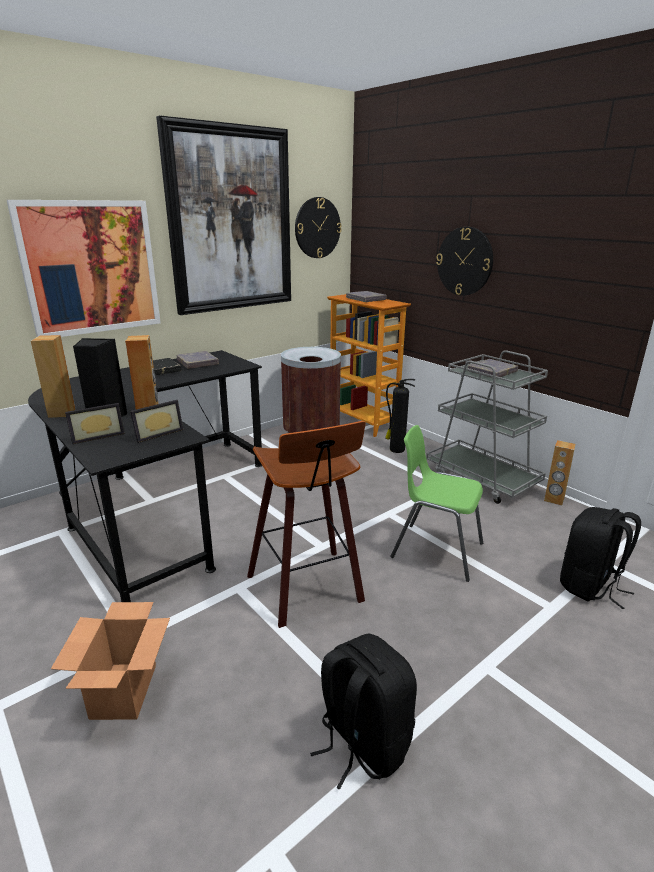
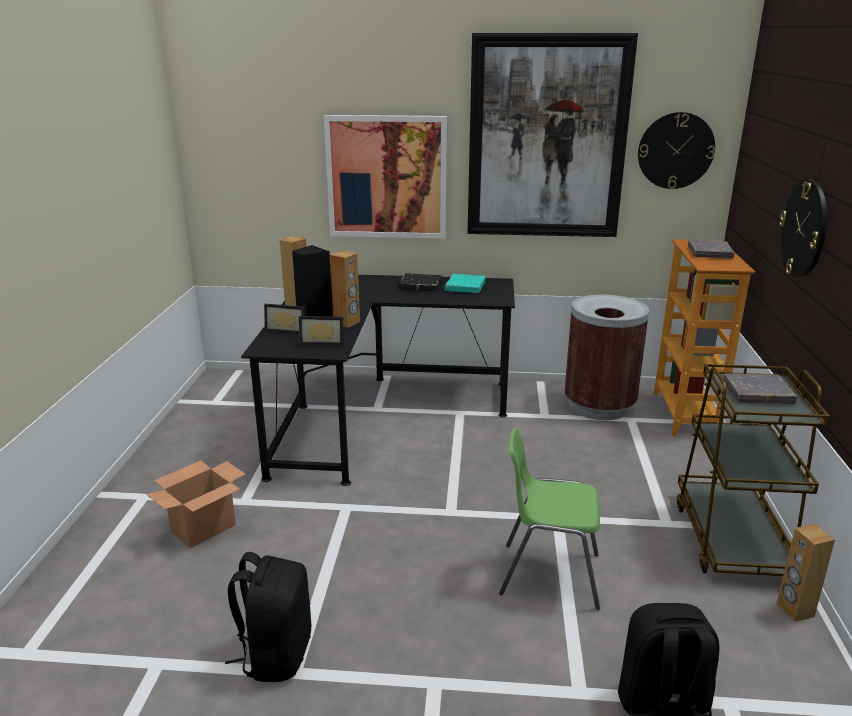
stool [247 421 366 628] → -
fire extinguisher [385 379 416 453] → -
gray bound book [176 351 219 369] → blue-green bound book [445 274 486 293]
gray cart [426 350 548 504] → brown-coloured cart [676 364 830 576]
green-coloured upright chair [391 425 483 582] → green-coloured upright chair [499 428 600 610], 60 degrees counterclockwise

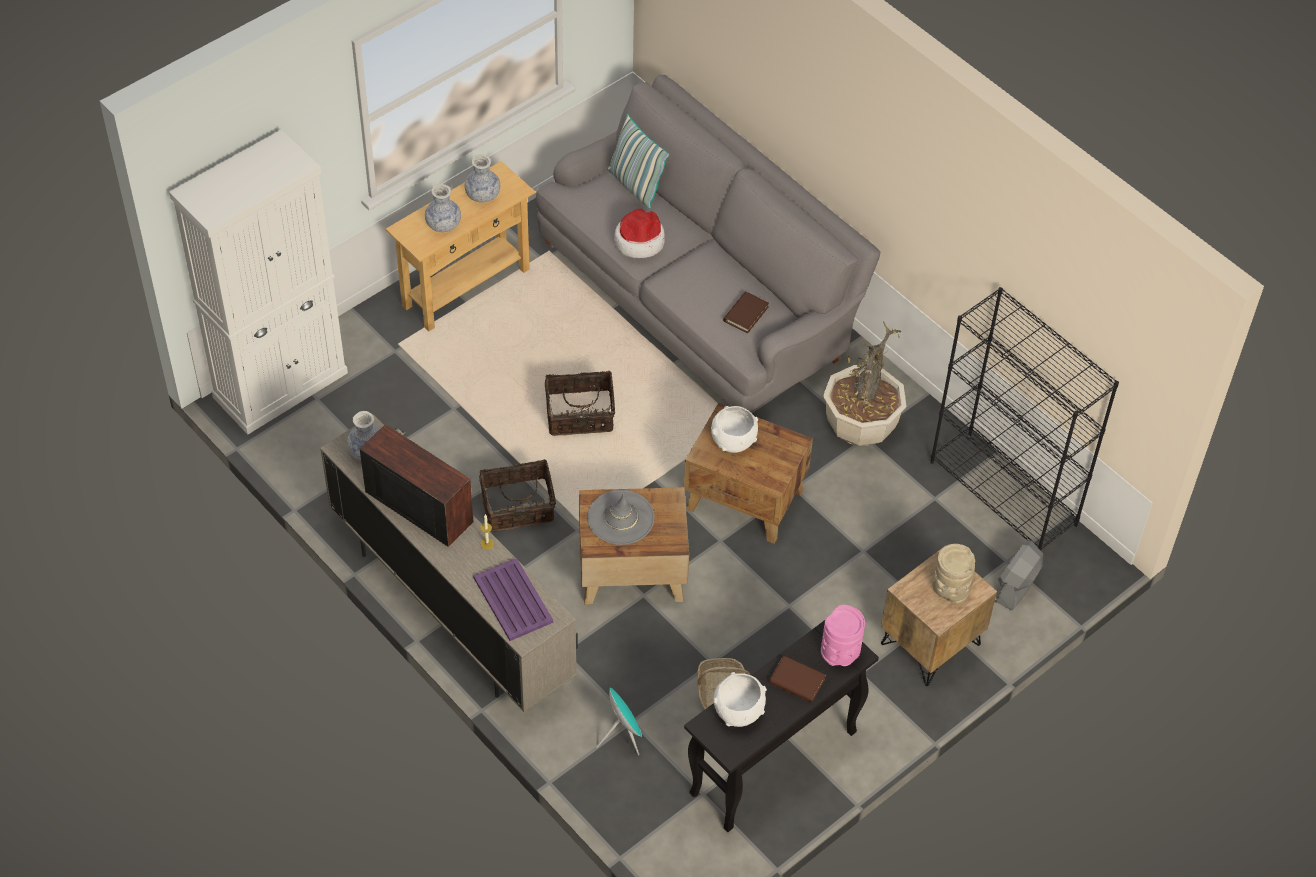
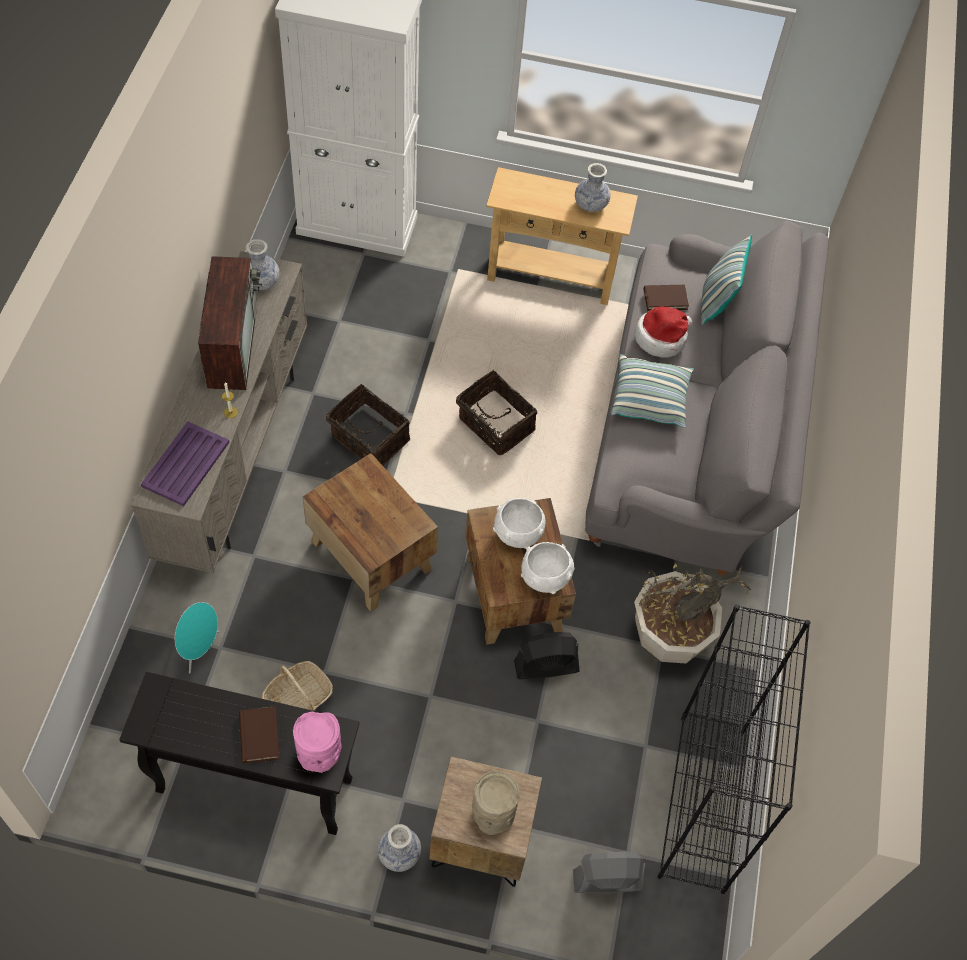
gray hat [587 490 654 545] → -
- → black-coloured cooling fan [514 632 579 679]
- → cushion [611 354 694 428]
flower vase [425 184 461 232] → flower vase [378 824 421 872], shifted
white deep dish [713 672 767 727] → white deep dish [521 542 575 594], shifted
brown-coloured bound book [723 291 769 333] → brown-coloured bound book [644 285 689 311], shifted

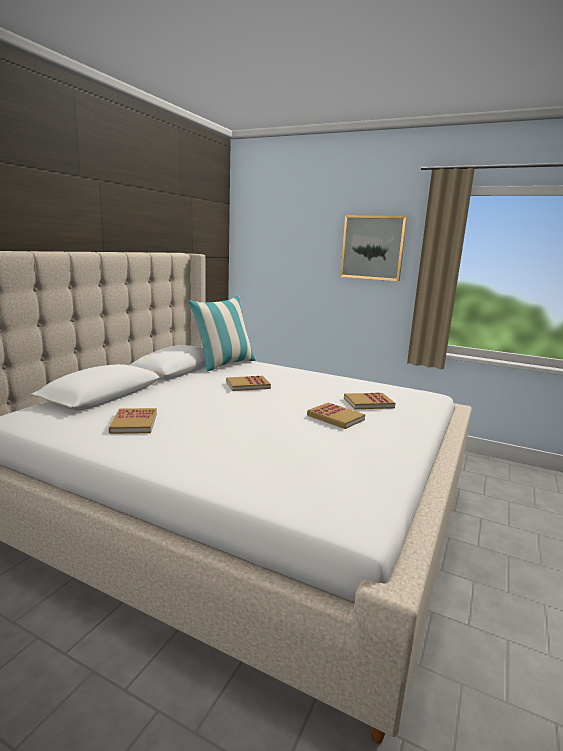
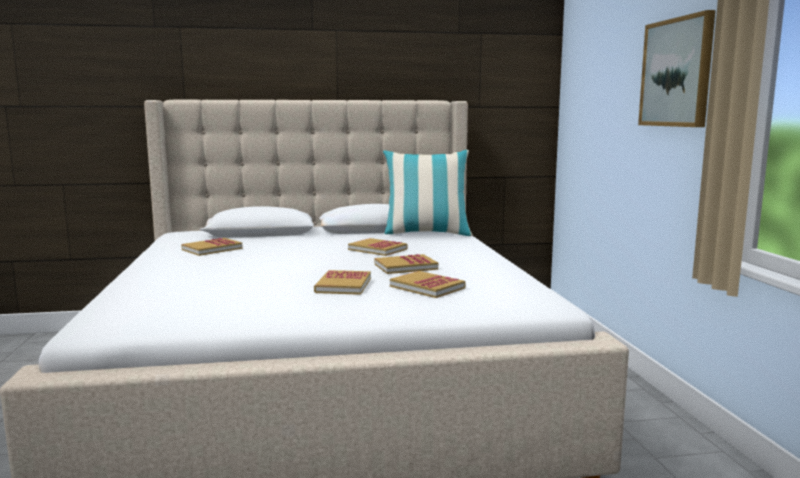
- → bound book [375 254 438 274]

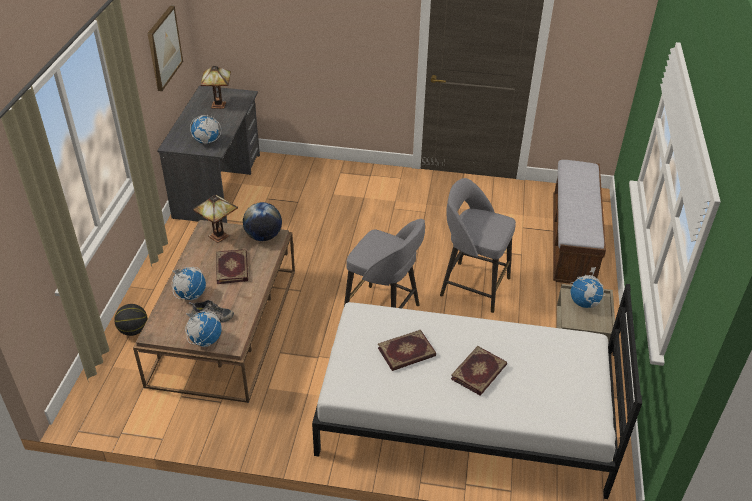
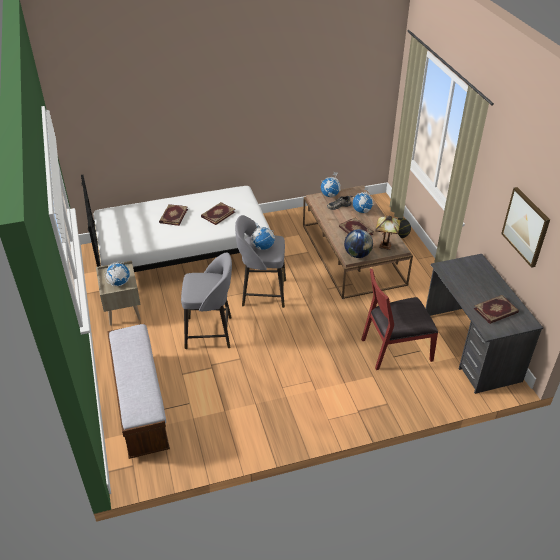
- → red upright chair [361 269 438 370]
world globe [190 115 221 144] → world globe [251 222 275 250], shifted
lamp for a table [200 65 231 109] → bound book [474 295 519 324]

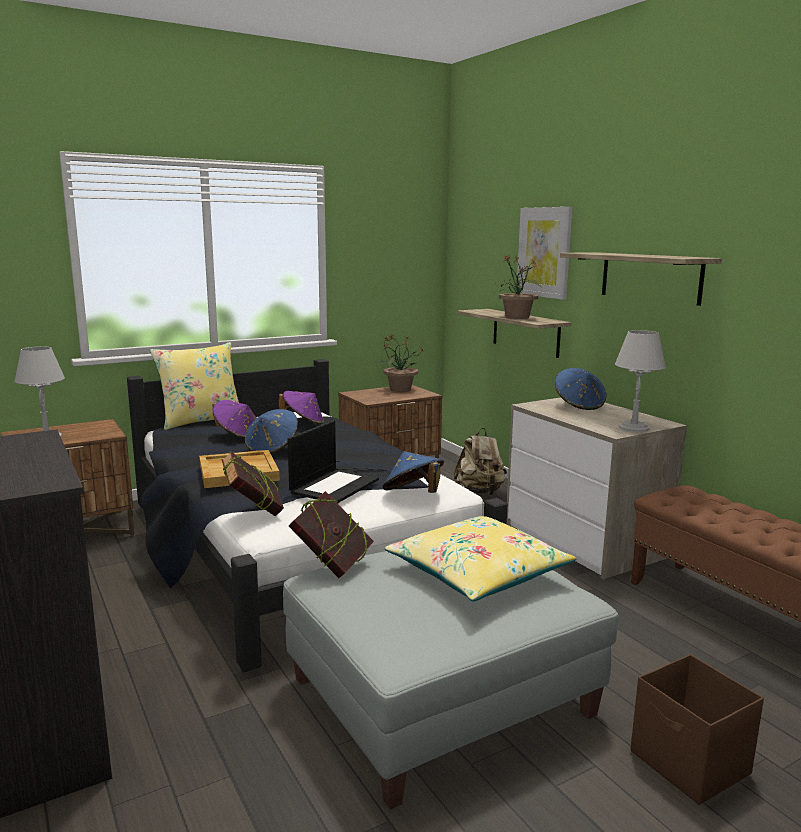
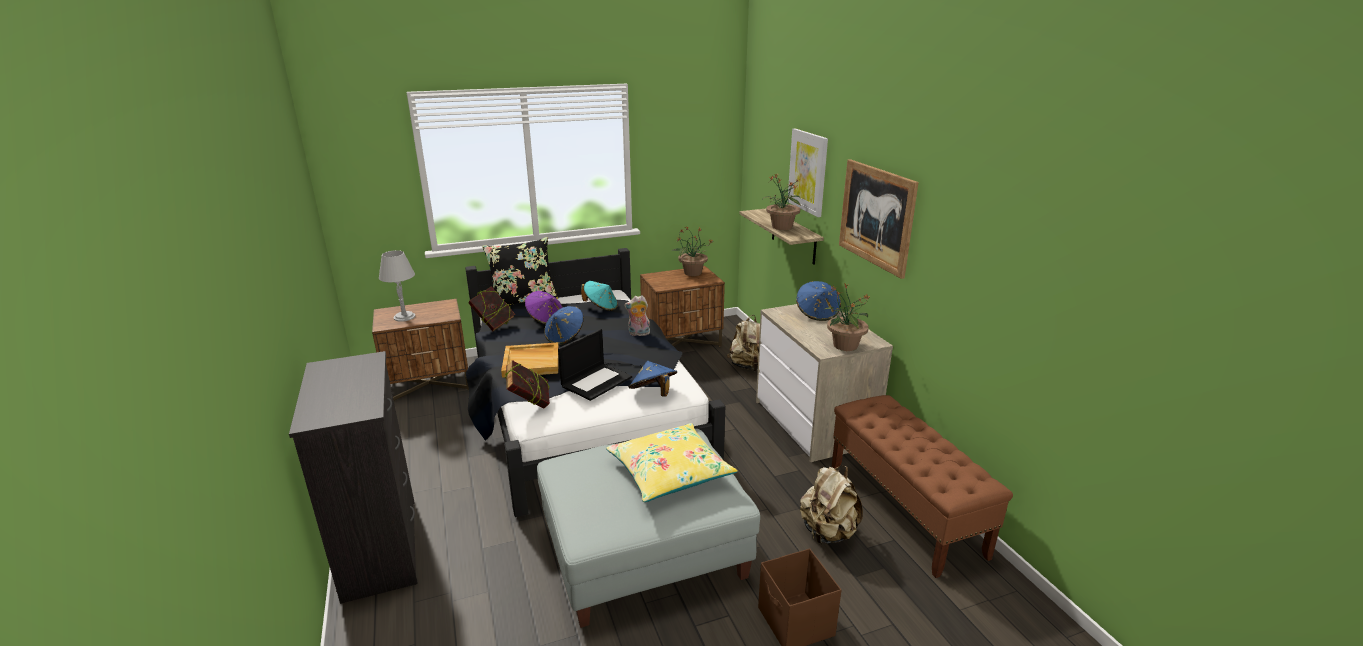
- → plush toy [624 295 651 336]
- → beige-coloured rucksack [800 465 863 544]
bound book [289 491 374 578] → bound book [468 287 515 331], shifted
wall shelf [560 252 722 306] → picture [839 159 919 279]
gray lamp for a table [615 330 666 432] → potted plant [824 282 870 351]
yellowish cushion [150 342 239 430] → black-coloured cushion [482 237 558 305]
purplish hat [279 391 324 425] → blue-green hat [581 281 618 311]

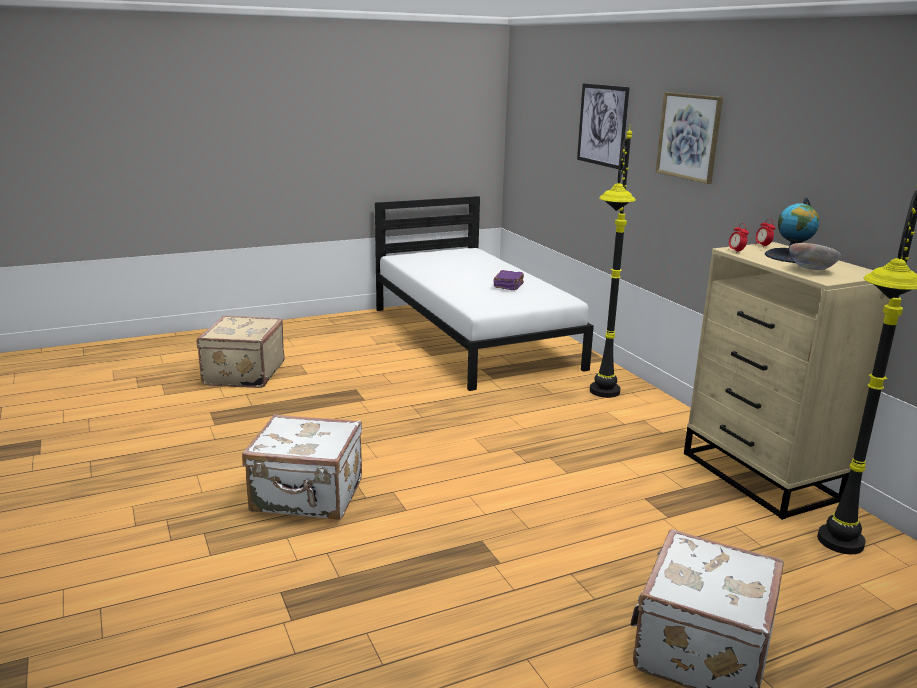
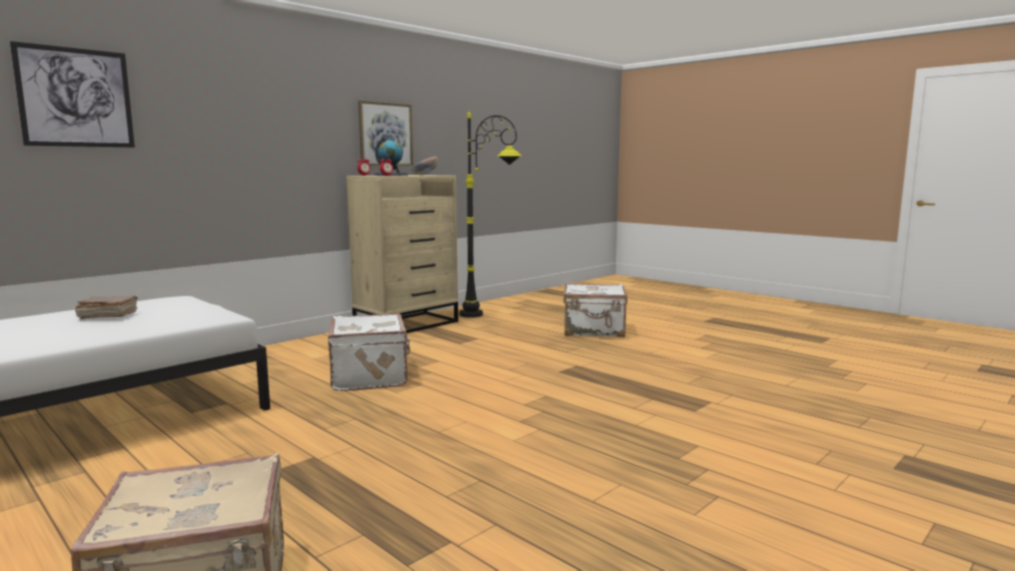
black-coloured standing lamp [590 124 636 398] → -
white travel case [242 414 362 520] → white travel case [328 313 410 391], shifted
picture [656 92 723 184] → picture [358 101 413 166], shifted
purplish bound book [493 270 524 290] → brown-coloured bound book [75 295 138 319]

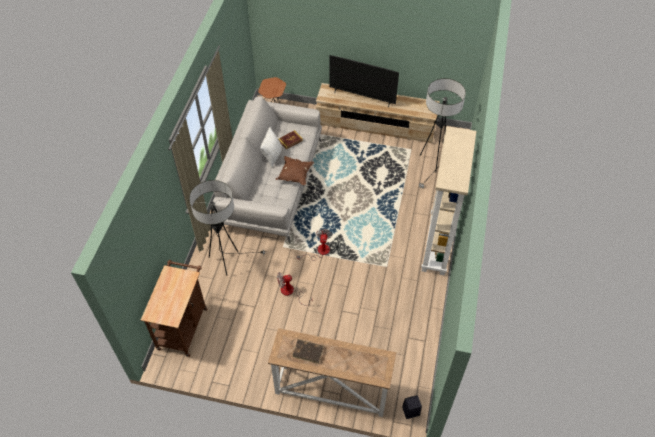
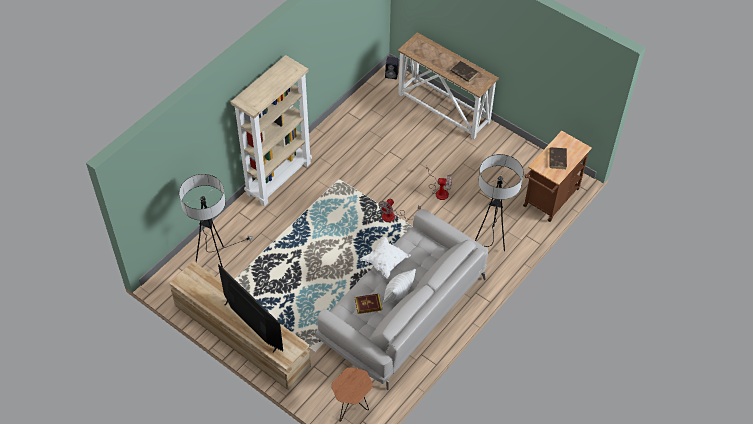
- → brown-coloured bound book [549 147 567 169]
brown-coloured cushion [276 156 314 185] → white cushion [360 237 411 279]

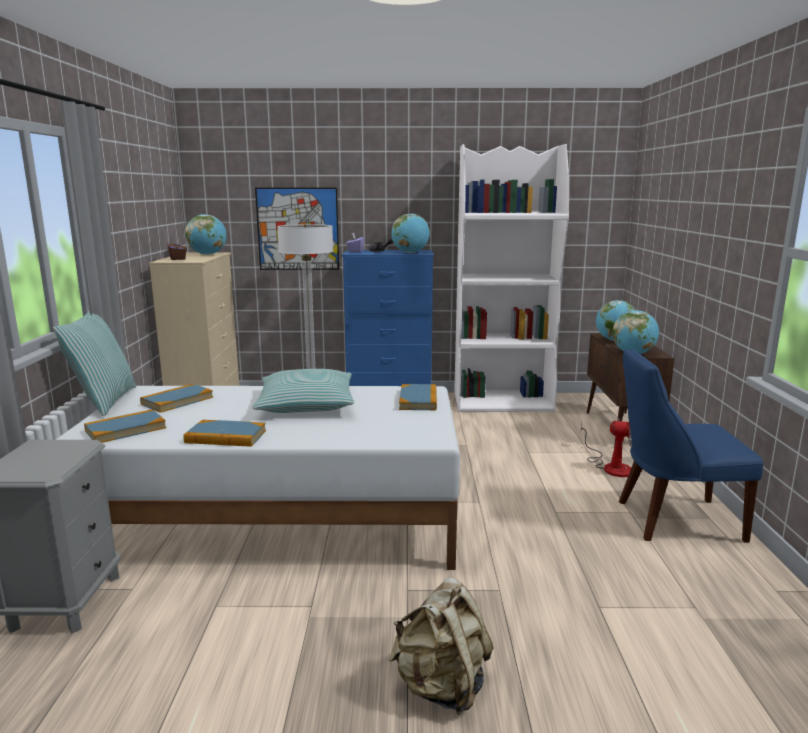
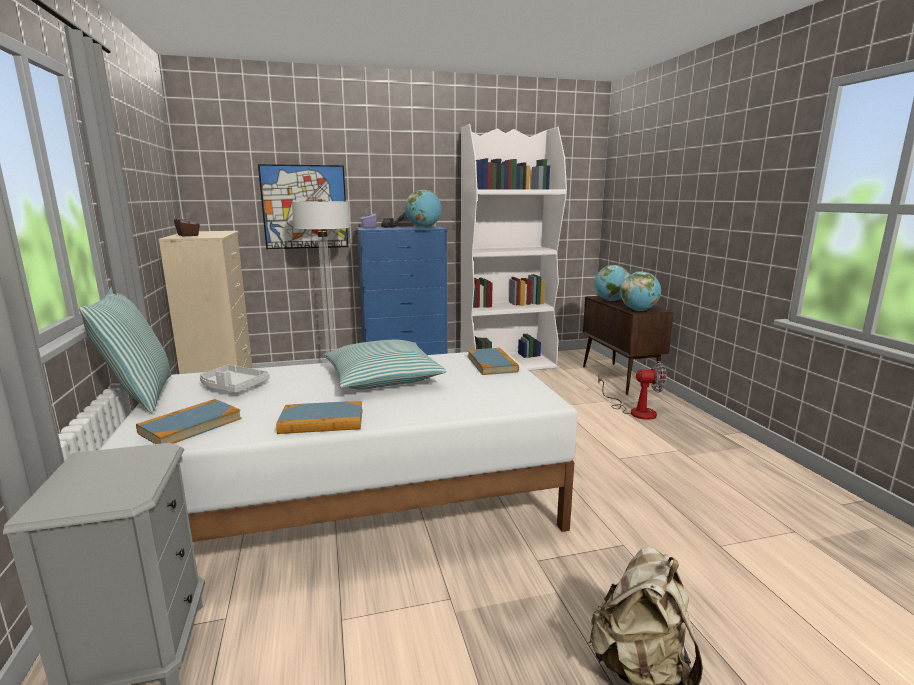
world globe [185 214 227 255] → -
blue upright chair [619 349 764 543] → -
bound book [140 384 213 413] → gray serving tray [200 365 270 393]

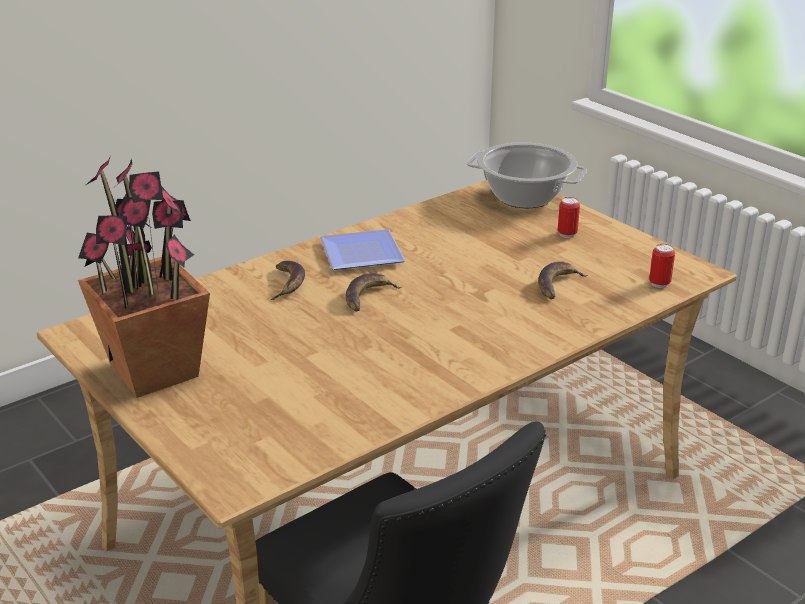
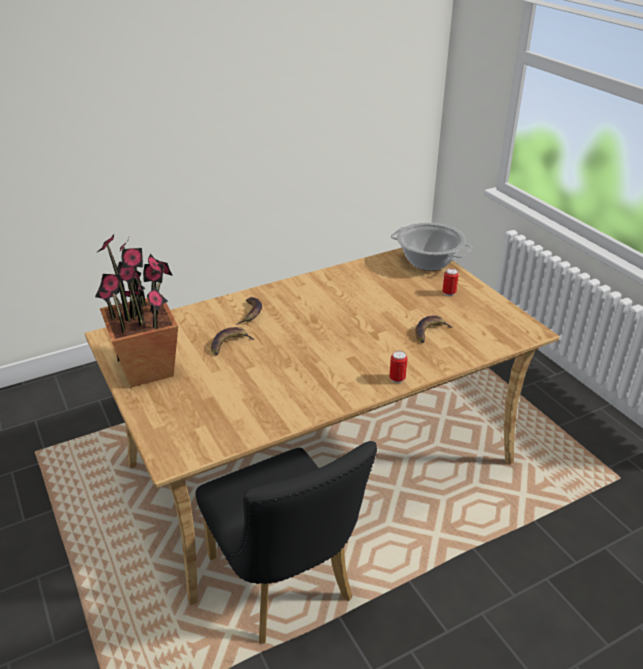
flat dish [320 229 405 270] → -
banana fruit [346 273 402 311] → banana fruit [211 327 253 355], shifted
metal can [649 244 675 288] → metal can [389 351 408 383], shifted

